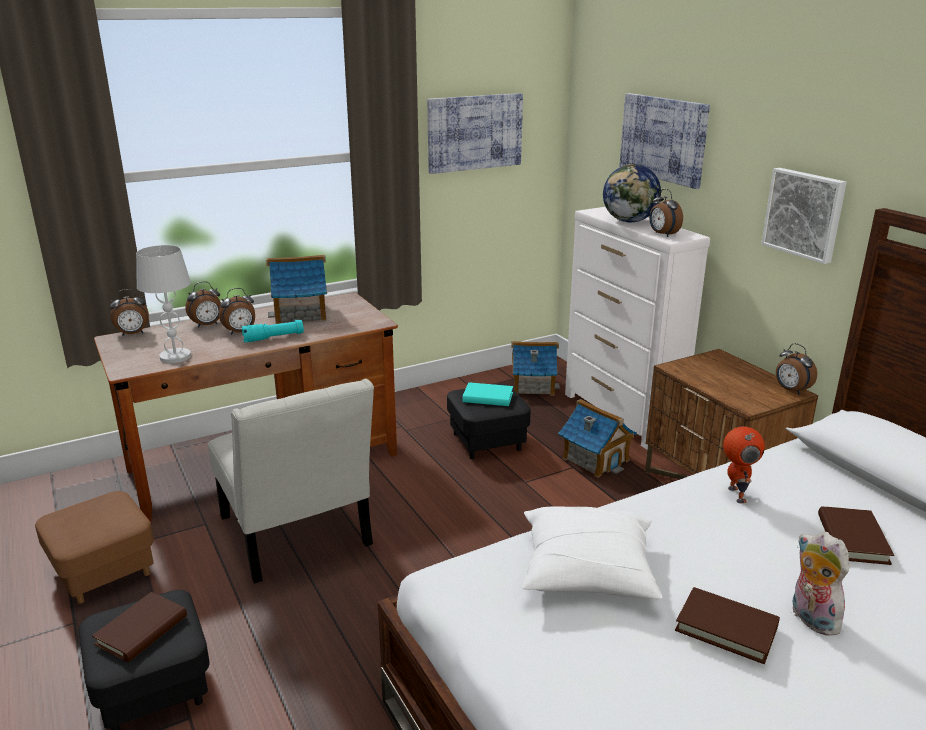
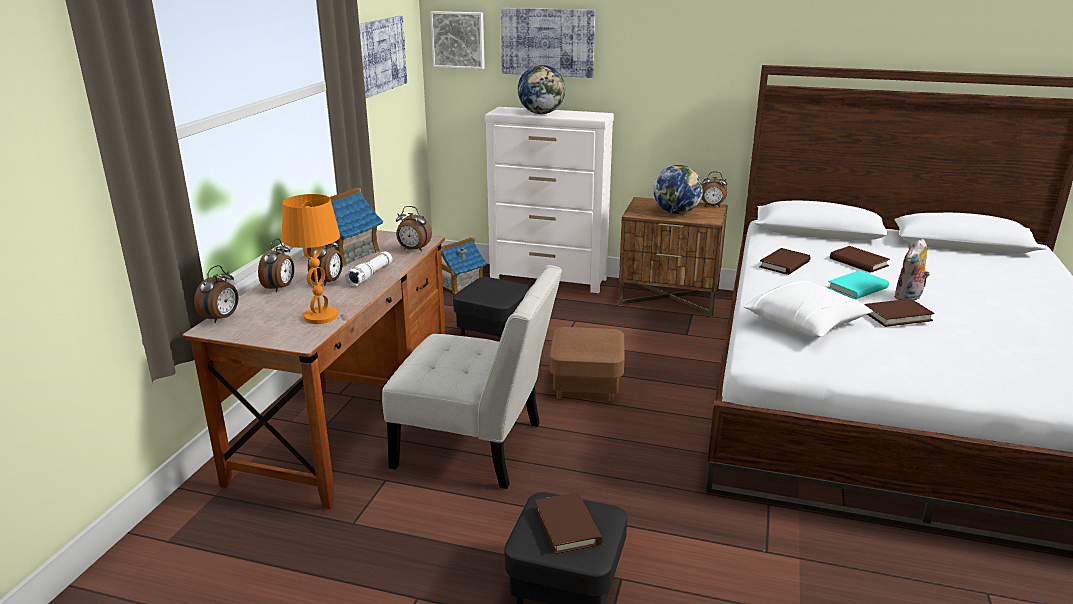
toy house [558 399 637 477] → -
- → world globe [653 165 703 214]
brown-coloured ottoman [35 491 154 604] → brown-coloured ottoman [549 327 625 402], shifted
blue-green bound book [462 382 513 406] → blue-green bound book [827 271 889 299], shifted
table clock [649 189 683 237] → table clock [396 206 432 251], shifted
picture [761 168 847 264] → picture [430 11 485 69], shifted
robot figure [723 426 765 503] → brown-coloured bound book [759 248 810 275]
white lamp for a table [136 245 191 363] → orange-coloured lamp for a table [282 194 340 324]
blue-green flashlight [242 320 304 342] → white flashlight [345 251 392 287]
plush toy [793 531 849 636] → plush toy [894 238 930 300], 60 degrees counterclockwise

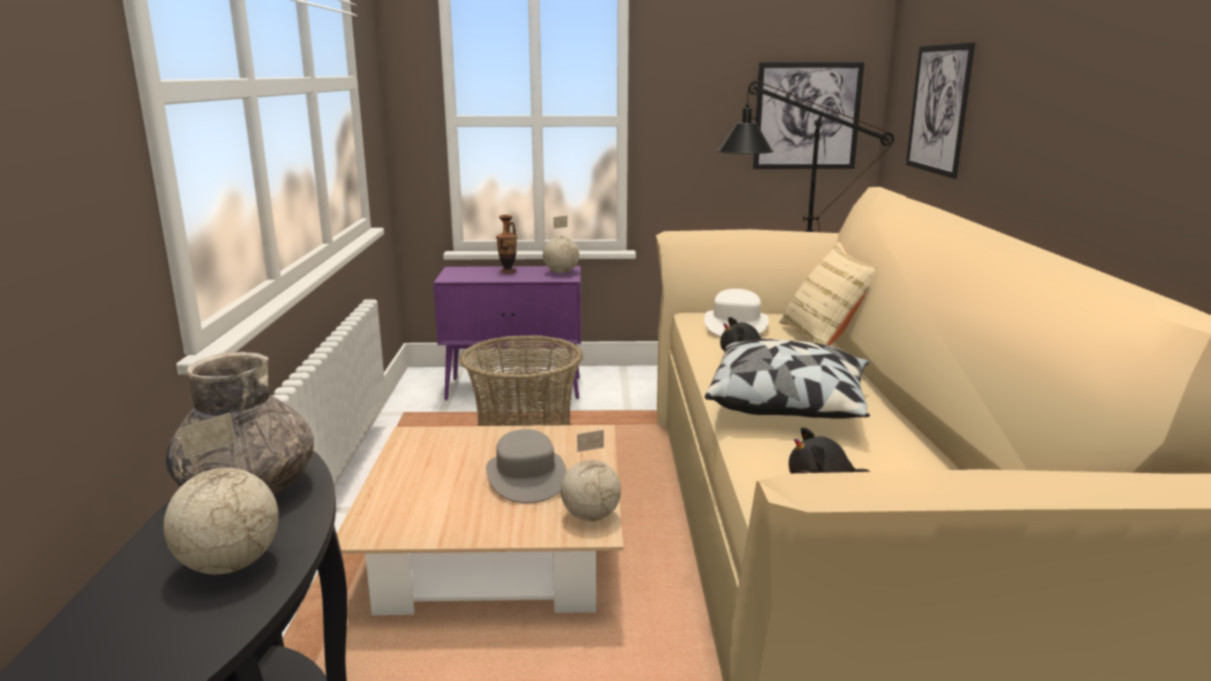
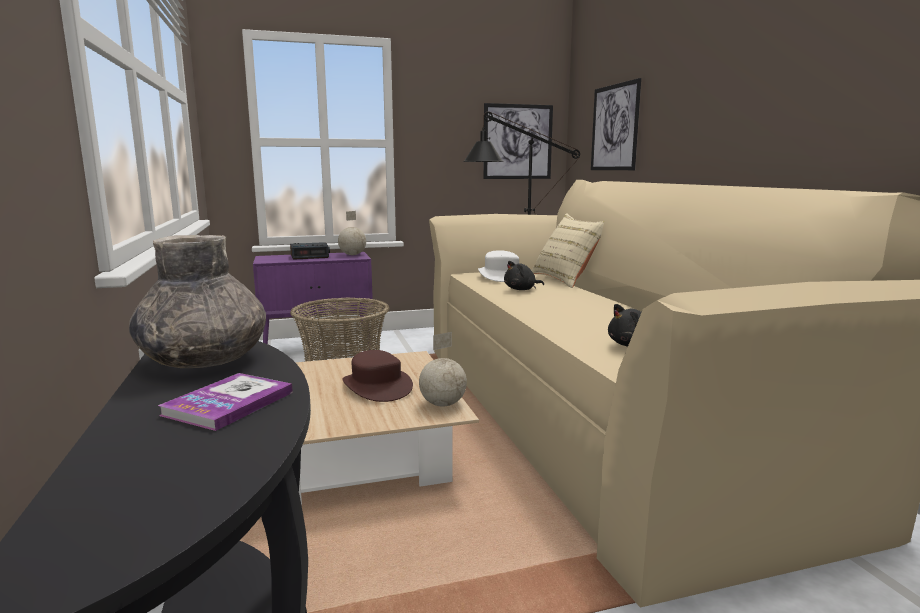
cushion [705 339 870 419] → -
world globe [164 412 279 574] → bound book [158 373 293 431]
flower vase [496 215 517 273] → table clock [290 242 330 260]
gray hat [486 429 567 503] → brown-coloured hat [342 350 413 402]

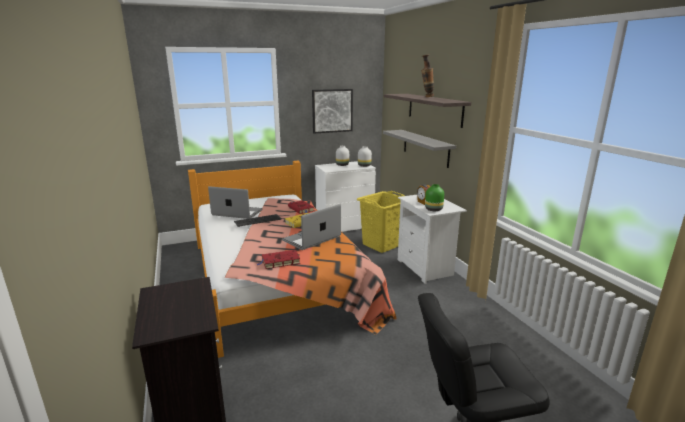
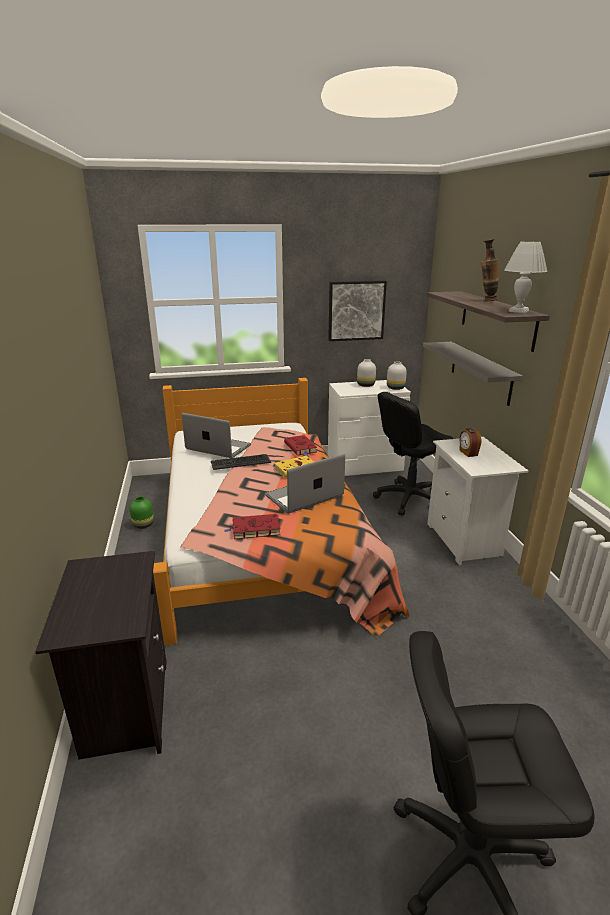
- → white lamp for a table [504 241 547 313]
green-coloured flower vase [425 184 444 211] → green-coloured flower vase [130 497 154 529], shifted
yellowish hamper [357 191 404 253] → black-coloured office chair [373 392 453 516]

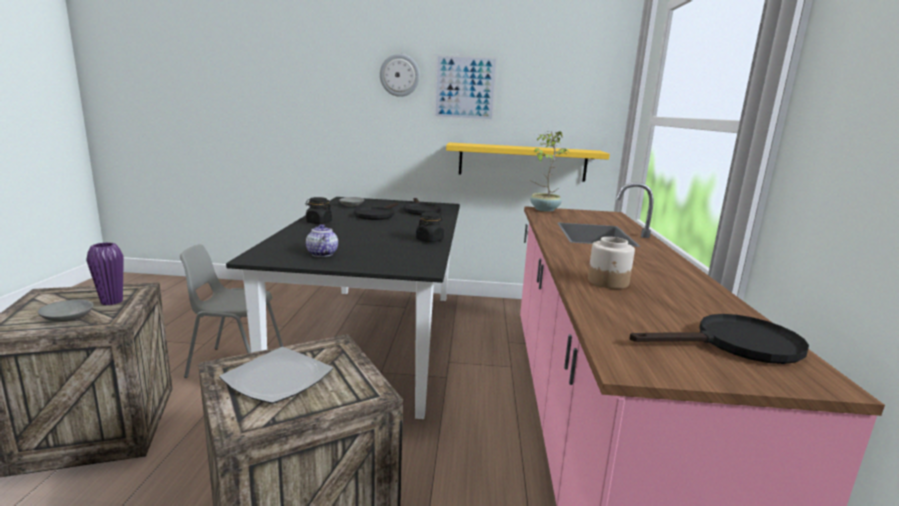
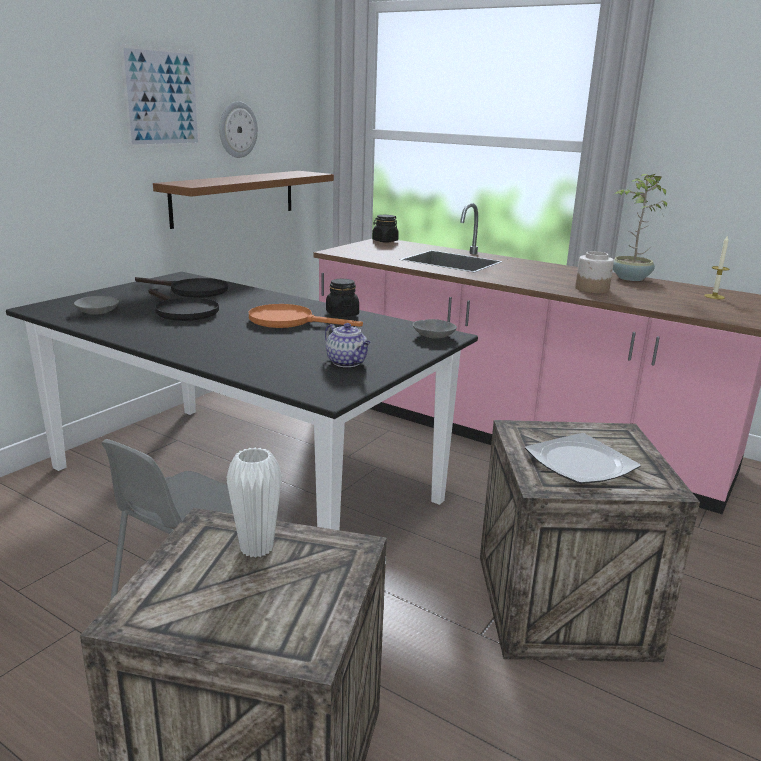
- → orange-coloured pan [249 304 363 328]
gray deep dish [38 300 94 322] → gray deep dish [413 319 457 339], shifted
black-coloured jar [306 197 332 224] → black-coloured jar [372 215 399 242], shifted
hanging clock [380 54 420 97] → hanging clock [219 101 258 158], shifted
potted plant [530 131 569 212] → potted plant [613 174 667 281], shifted
black-coloured pan [629 314 809 364] → wax candle [704 235 729 299]
purplish flower vase [86 242 124 305] → white flower vase [226 448 282 558]
yellowish wall shelf [446 142 610 182] → brown-coloured wall shelf [153 171 334 229]
pot for tea [306 224 338 257] → pot for tea [325 323 371 367], 135 degrees counterclockwise

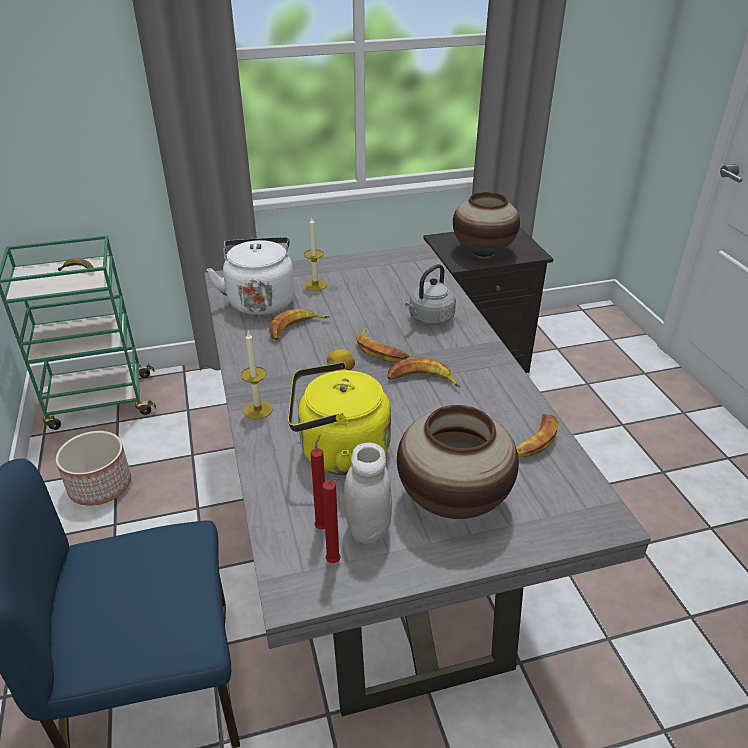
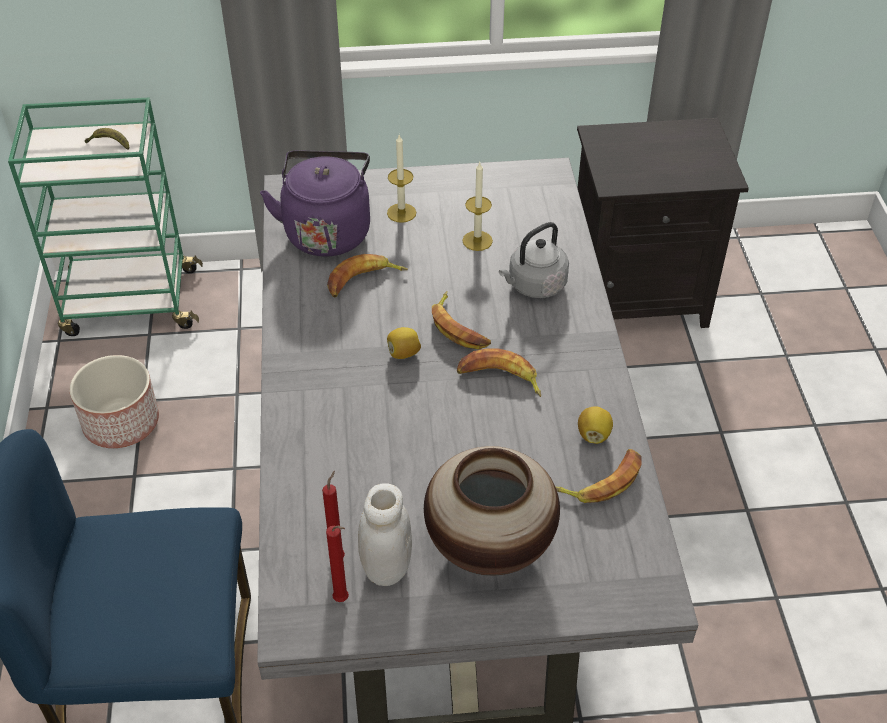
yellowish kettle [288 362 391 475] → -
flower vase [453 192 520 257] → -
- → whole lemon [578 406 613 444]
wax candle [241 332 273 419] → wax candle [462 162 493 251], shifted
white kettle [207 237 295 316] → purplish kettle [260 150 370 257]

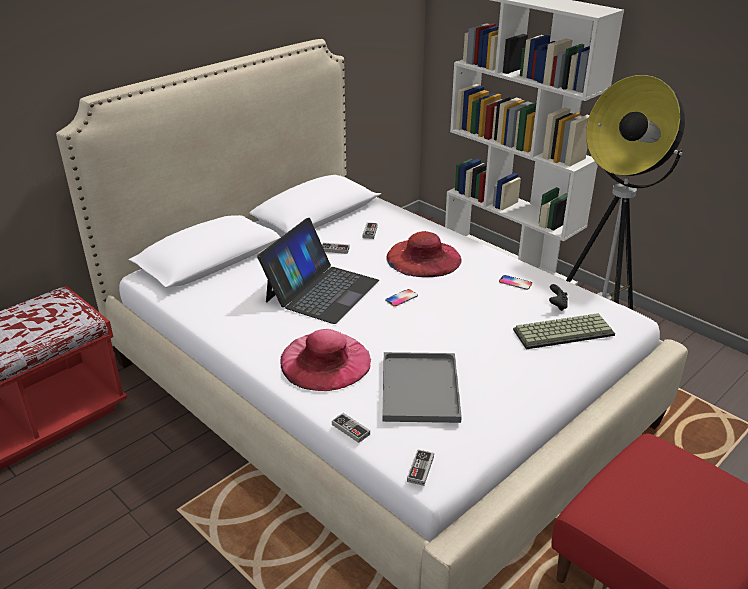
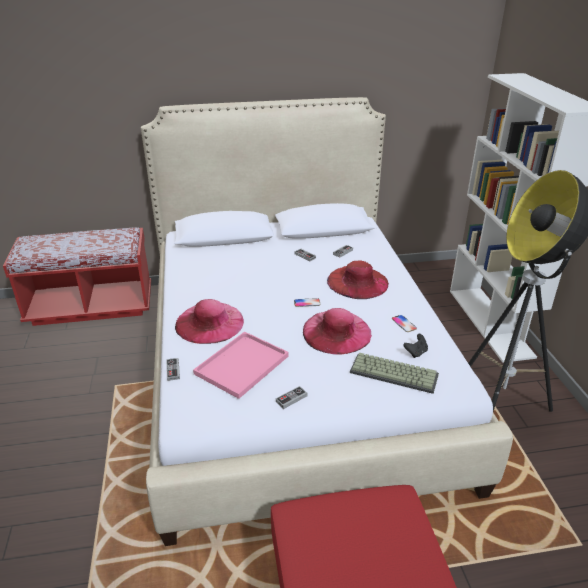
laptop [257 218 379 324] → -
- → pink-coloured hat [303 308 372 354]
joypad [407 450 434 486] → joypad [276 386 307 409], shifted
gray serving tray [382 352 462 423] → pink-coloured serving tray [193 331 288 399]

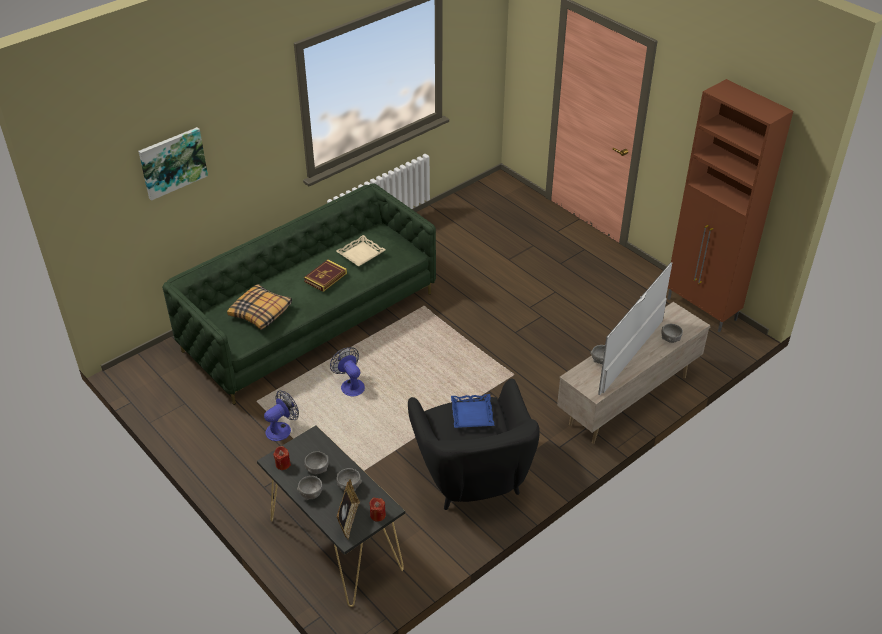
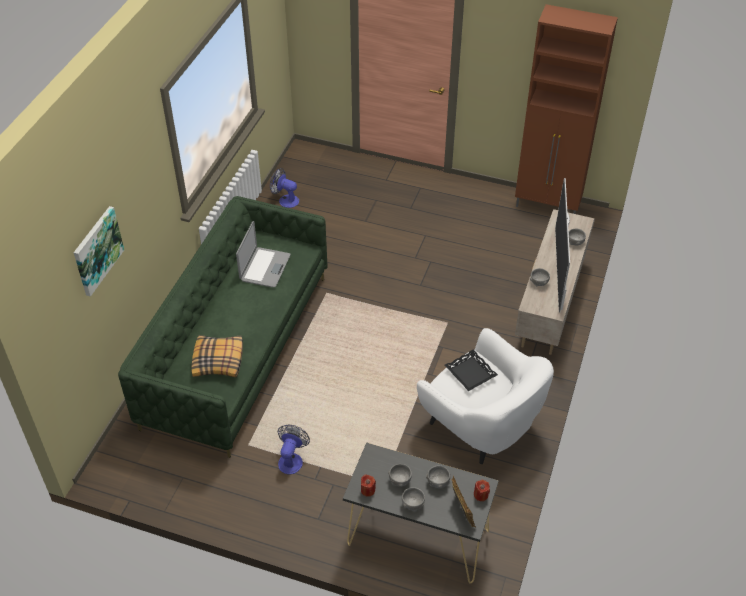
bound book [304 260 347 292] → -
cooling fan [330 347 365 396] → cooling fan [270 168 299 208], shifted
beige-coloured serving tray [336 235 386 266] → laptop [236 221 291 287]
black-coloured armchair [408 378 540 510] → white armchair [417 328 554 464]
blue serving tray [451 394 495 428] → black-coloured serving tray [445 349 498 391]

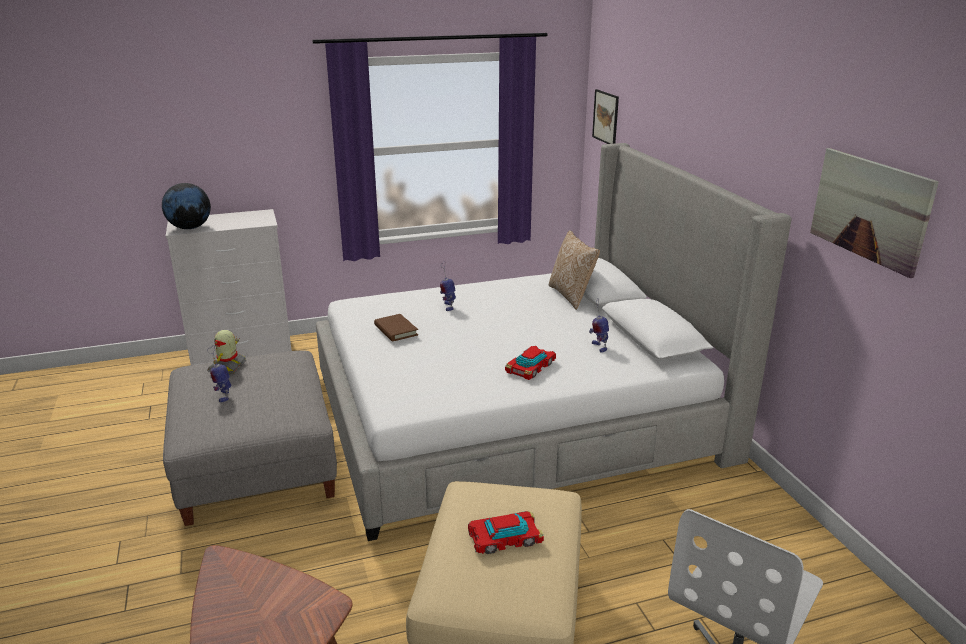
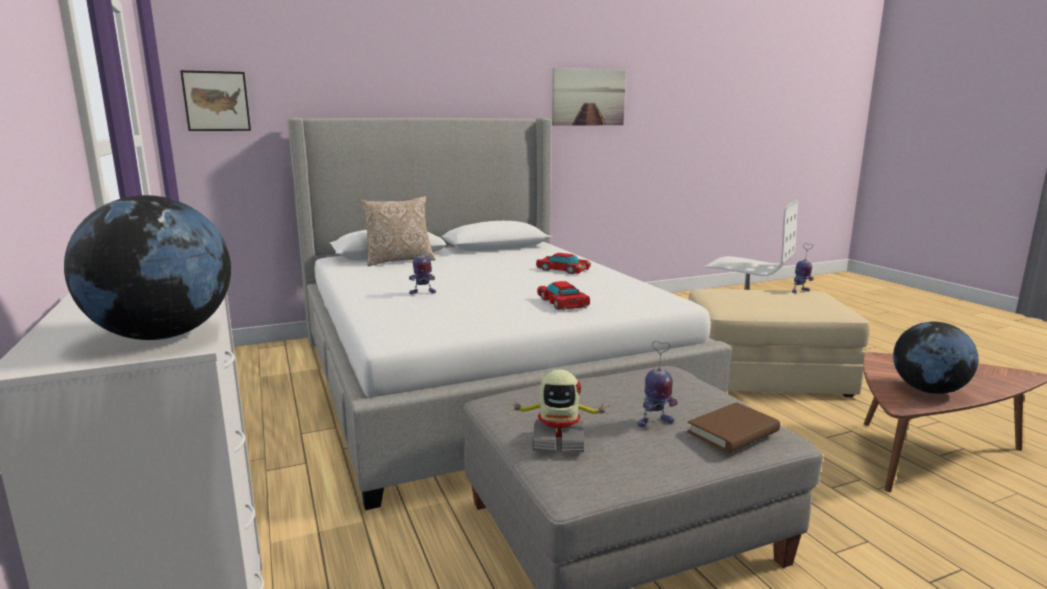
- → world globe [893 322 979 394]
brown-coloured bound book [374 314 418 342] → brown-coloured bound book [687 402 780 453], shifted
miniature car [468 511 544 554] → miniature car [537 281 590 310], shifted
robot figure [589 298 609 353] → robot figure [792 243 814 293], shifted

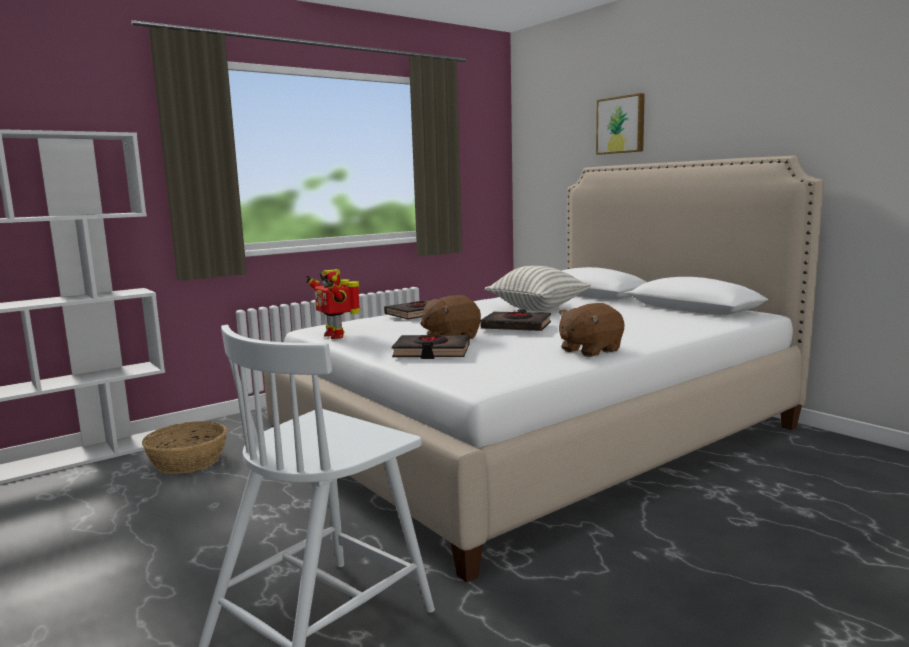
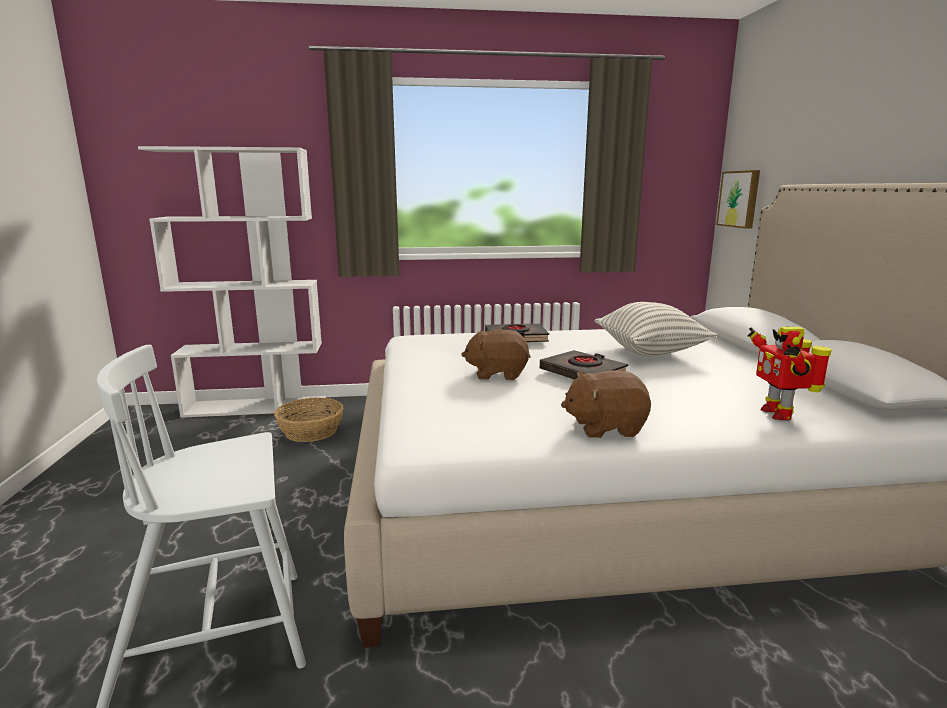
black-coloured bound book [392 335 470 359] → -
robot figure [306 269 361 339] → robot figure [747 326 832 420], shifted
picture [596 93 645 155] → picture [716 170 760 229], shifted

